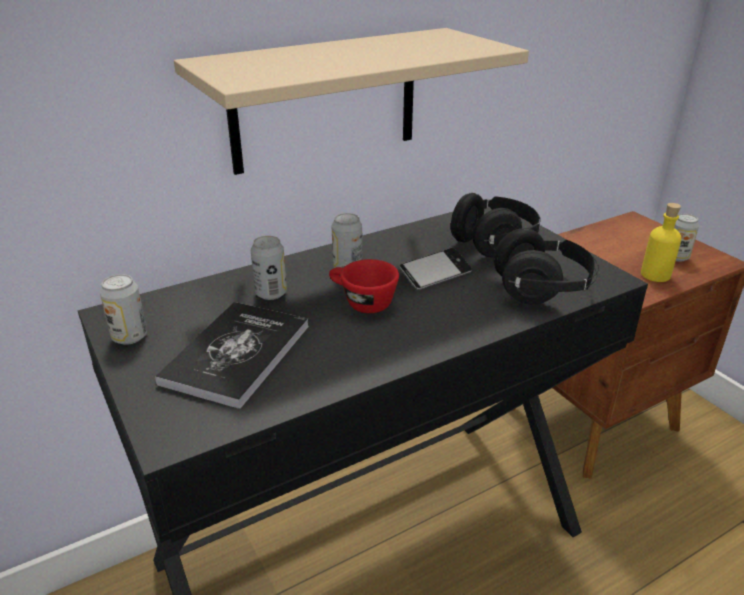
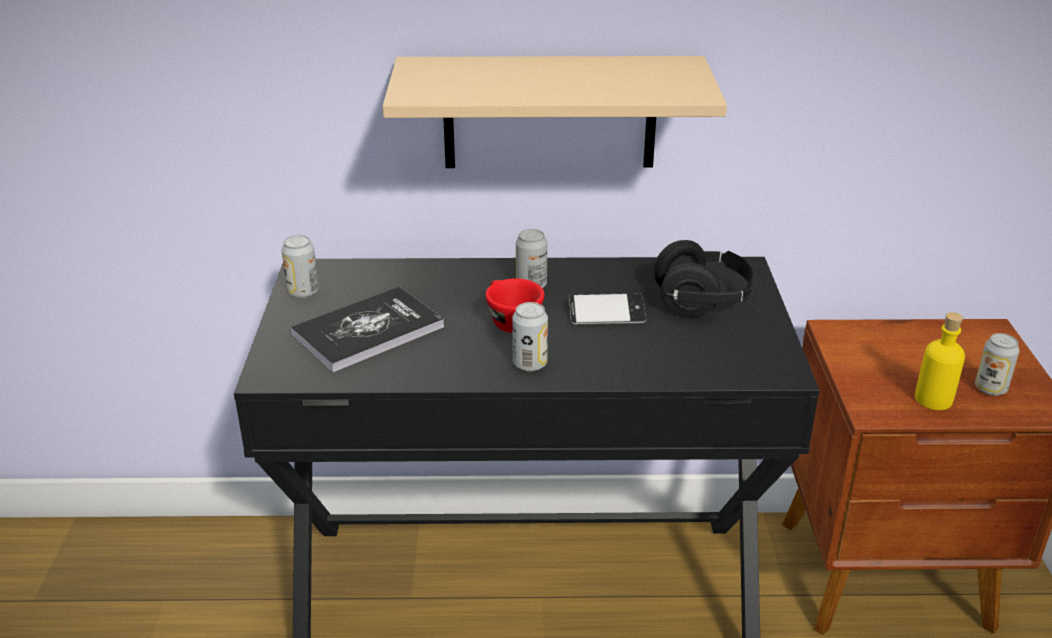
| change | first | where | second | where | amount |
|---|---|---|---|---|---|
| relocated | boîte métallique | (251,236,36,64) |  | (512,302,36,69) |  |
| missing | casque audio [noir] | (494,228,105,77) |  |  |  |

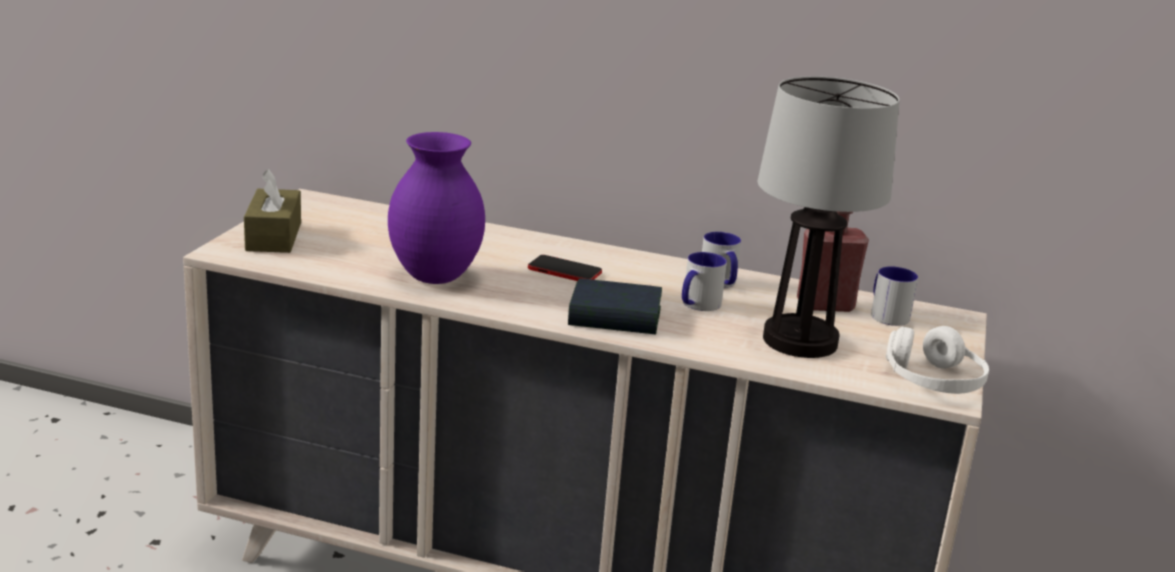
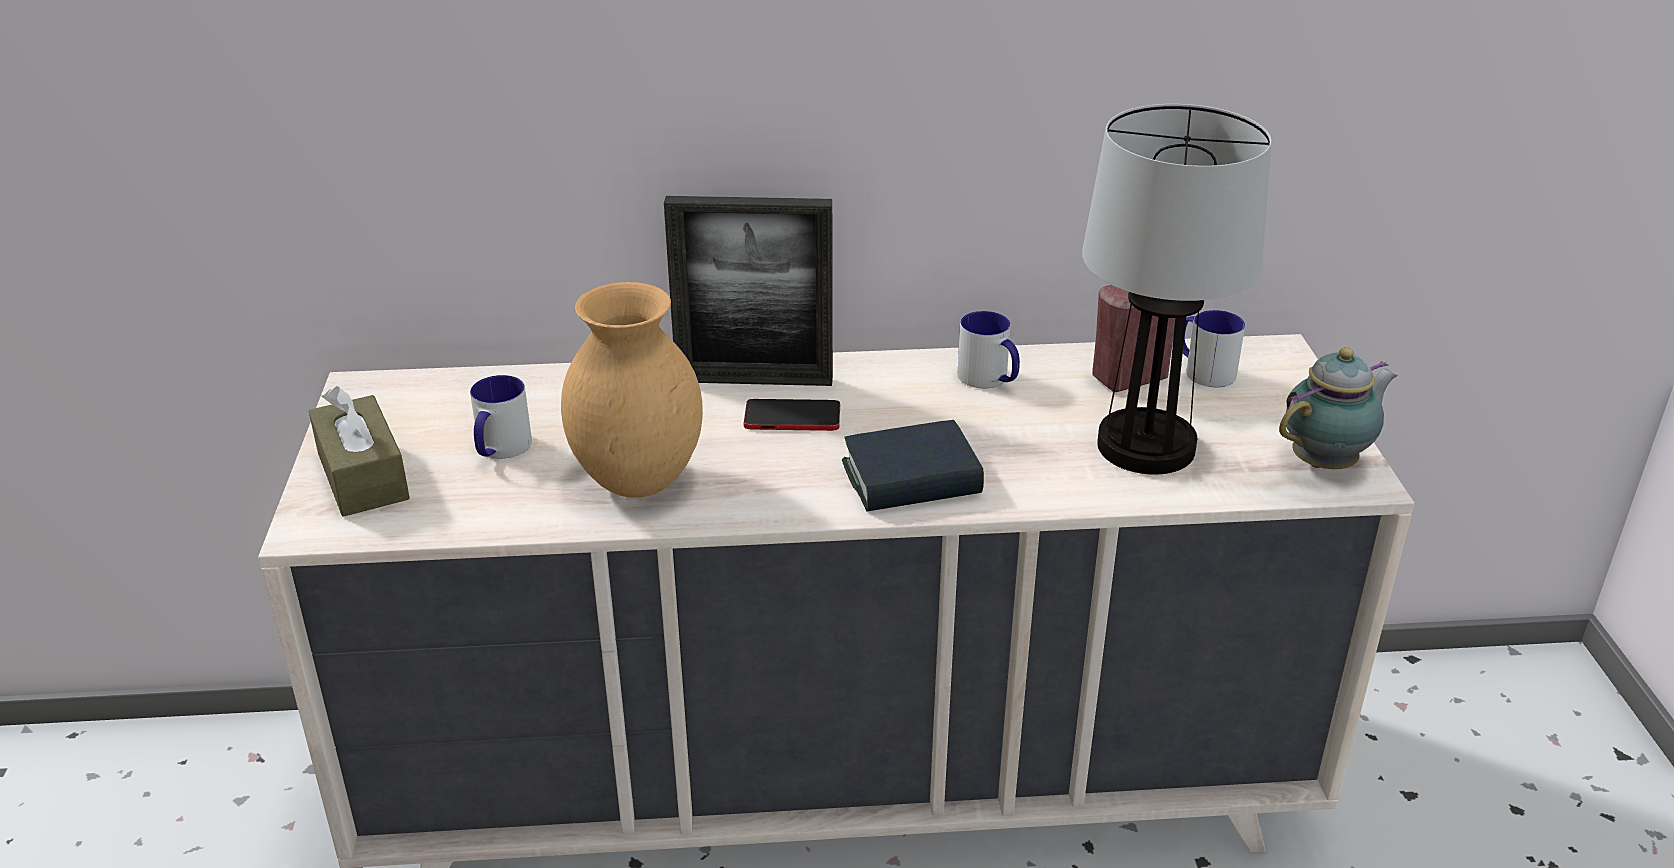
| change | first | where | second | where | amount |
|---|---|---|---|---|---|
| relocated | mug | (682,252,45,59) |  | (470,375,62,84) |  |
| colour | vase [violet] | (388,132,97,152) | vase [marron] | (561,282,142,216) |  |
| appeared |  |  | cadre photo | (664,196,169,190) |  |
| exchanged | casque audio [blanc] | (886,326,103,68) | théière | (1279,347,119,122) |  |

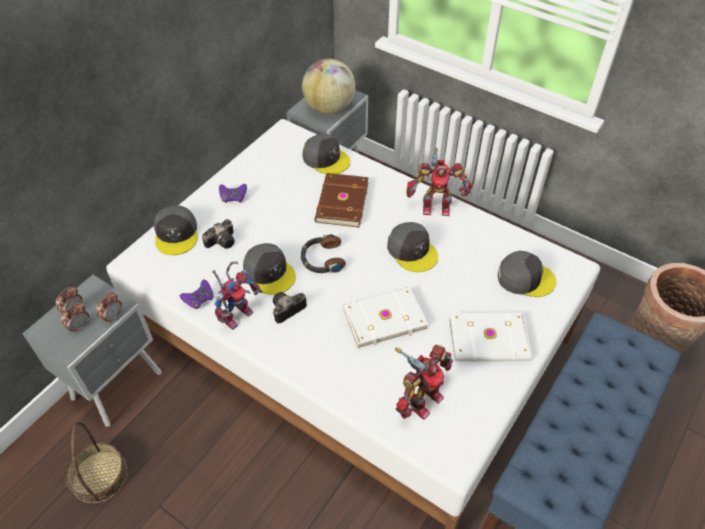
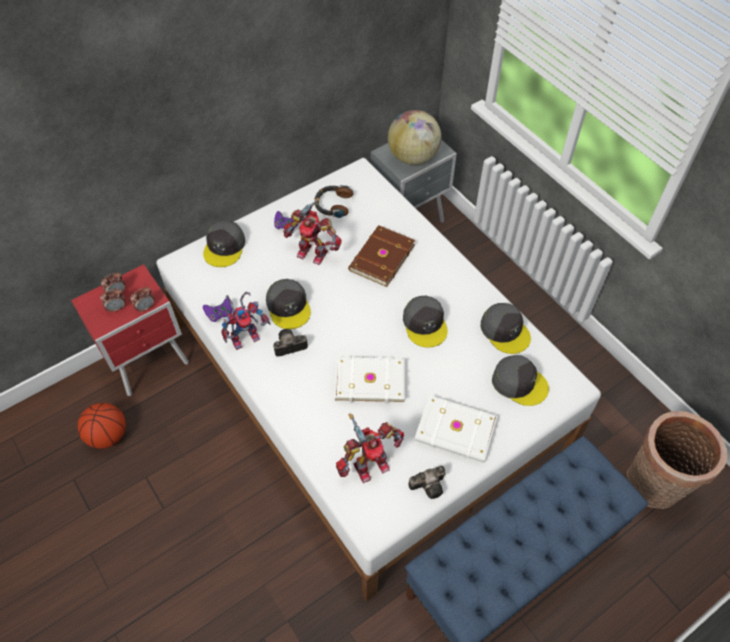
| change | first | where | second | where | amount |
|---|---|---|---|---|---|
| colour | table de chevet [gris] | (22,275,140,152) | table de chevet [rouge] | (71,264,118,132) |  |
| exchanged | panier | (65,422,63,82) | ballon de basket | (78,403,48,46) |  |
| relocated | robot jouet | (406,147,67,69) |  | (284,198,57,67) |  |
| relocated | casque audio | (301,234,45,39) |  | (315,185,38,33) |  |
| relocated | appareil photo | (202,219,33,30) |  | (408,466,38,33) |  |
| relocated | casquette [gris] | (303,134,47,40) |  | (481,303,50,51) |  |

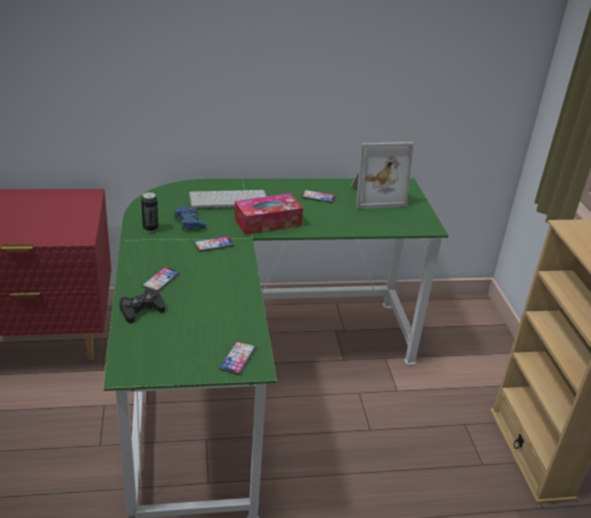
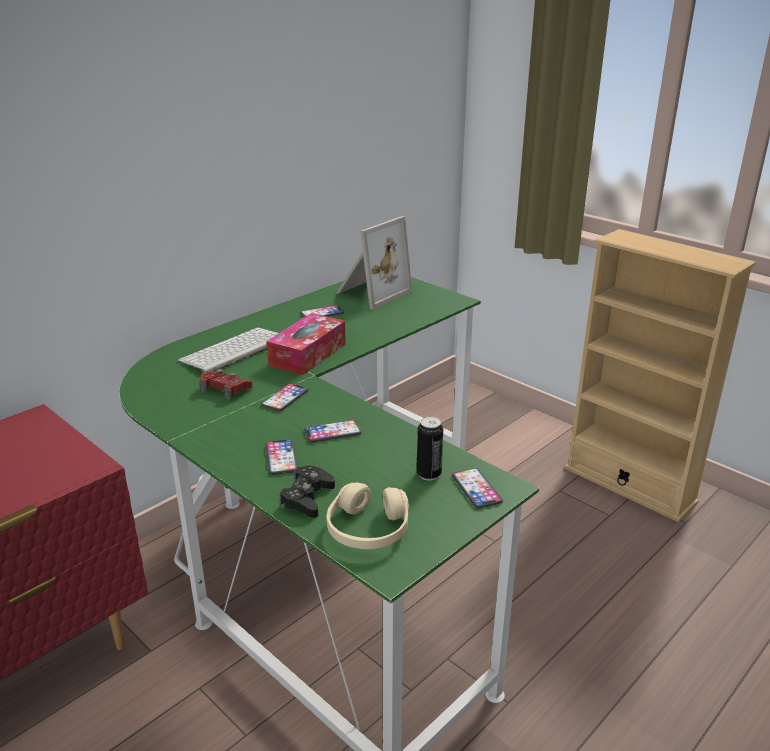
| change | first | where | second | where | amount |
|---|---|---|---|---|---|
| colour | manette [bleu] | (175,206,31,25) | manette [rouge] | (199,369,54,31) |  |
| appeared |  |  | téléphone | (304,420,57,22) |  |
| appeared |  |  | casque audio [beige] | (326,482,83,67) |  |
| relocated | boîte métallique | (141,192,17,40) |  | (417,417,26,64) |  |

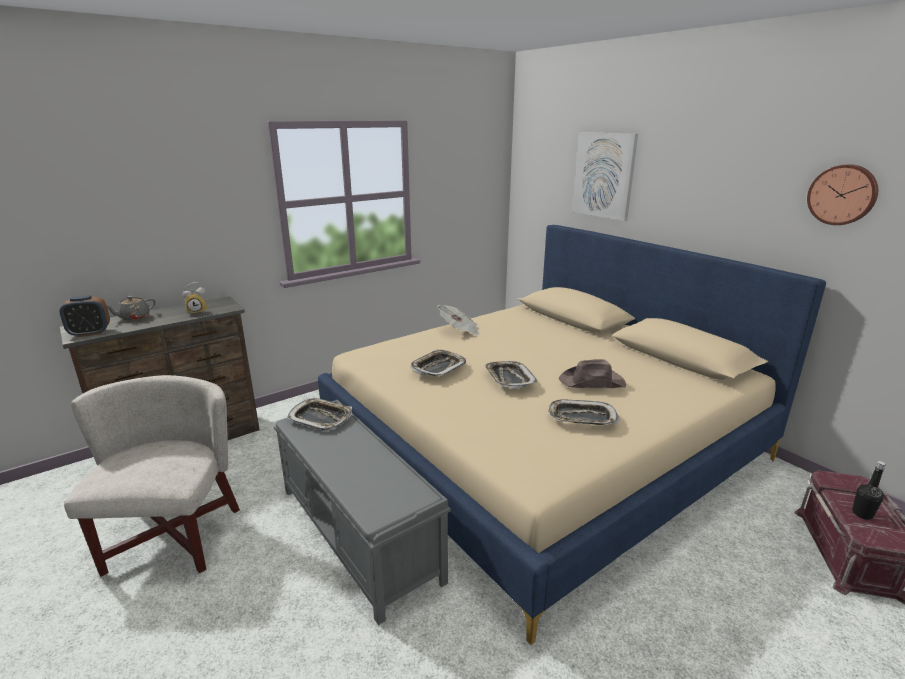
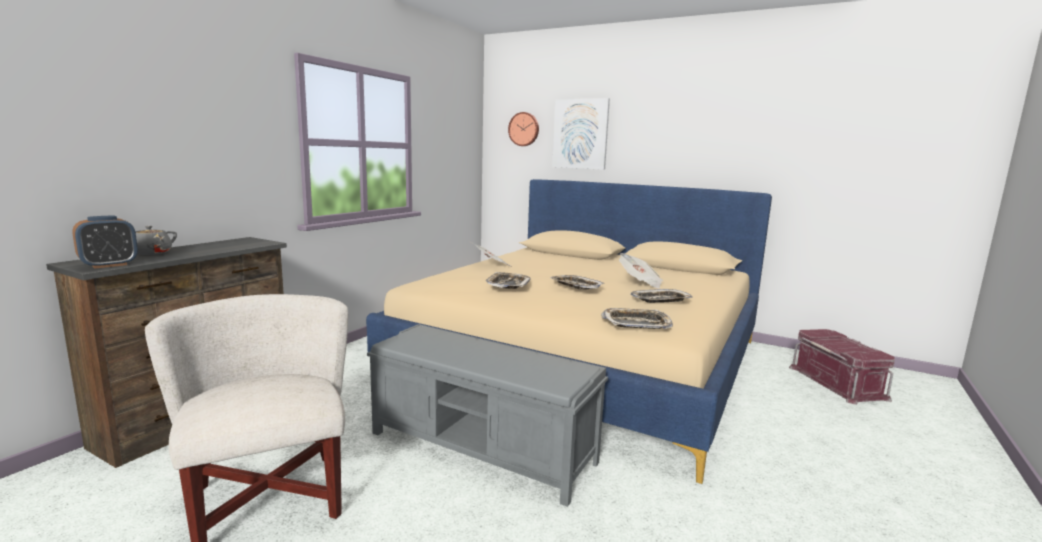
| change | first | where | second | where | amount |
|---|---|---|---|---|---|
| relocated | horloge murale | (807,164,71,61) |  | (508,112,31,34) |  |
| relocated | plateau | (287,398,65,33) |  | (601,308,72,21) |  |
| exchanged | chapeau [marron] | (559,359,67,29) | journal | (619,253,44,36) |  |
| missing | réveil | (183,282,24,33) |  |  |  |
| missing | bouteille [noir] | (852,461,34,59) |  |  |  |

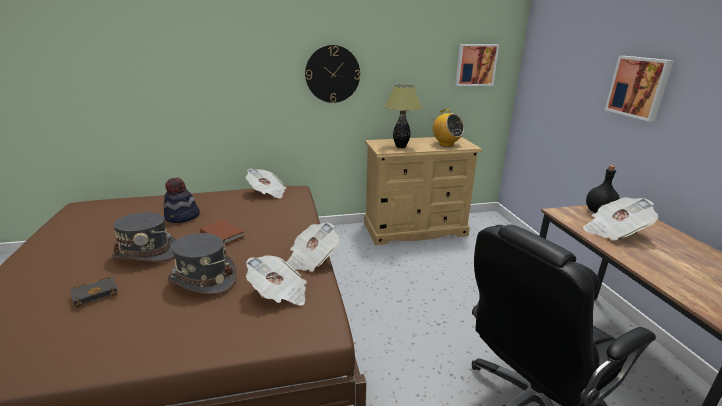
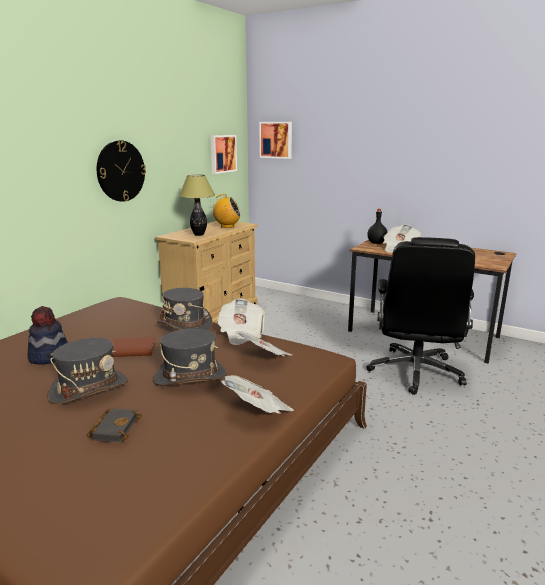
| change | first | where | second | where | amount |
|---|---|---|---|---|---|
| appeared |  |  | chapeau [gris] | (157,288,55,43) |  |
| relocated | journal | (246,169,40,29) |  | (221,375,73,39) |  |
| relocated | tableau | (605,56,69,66) |  | (259,122,33,37) |  |

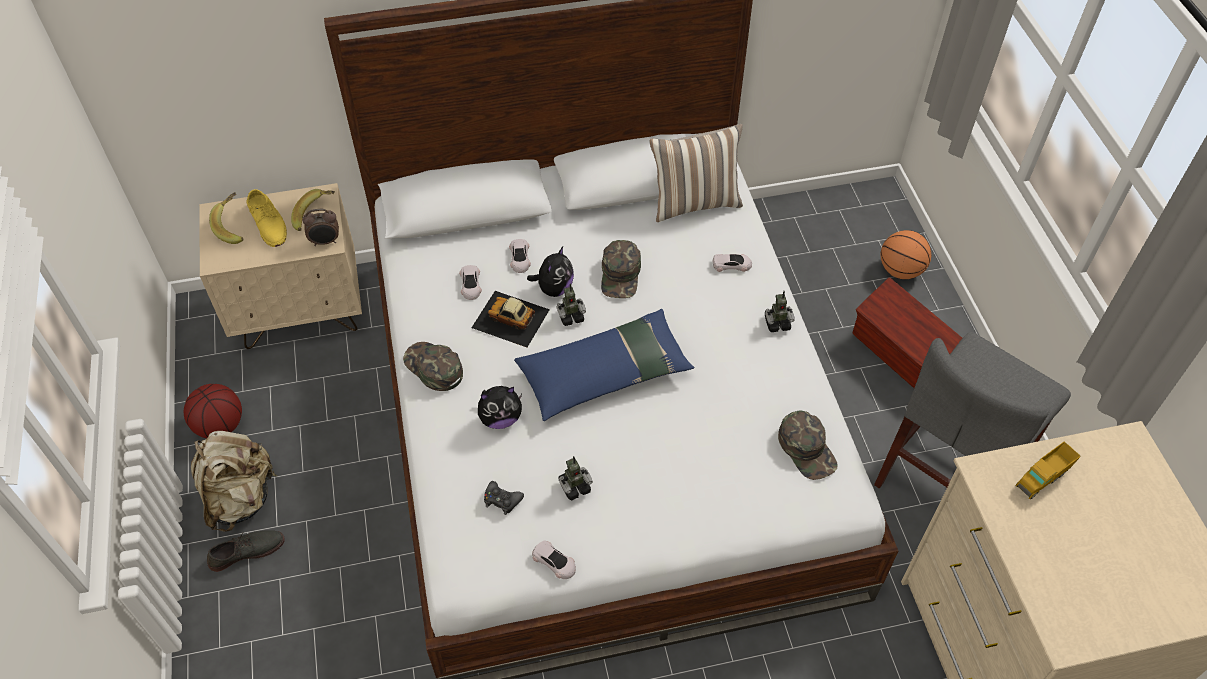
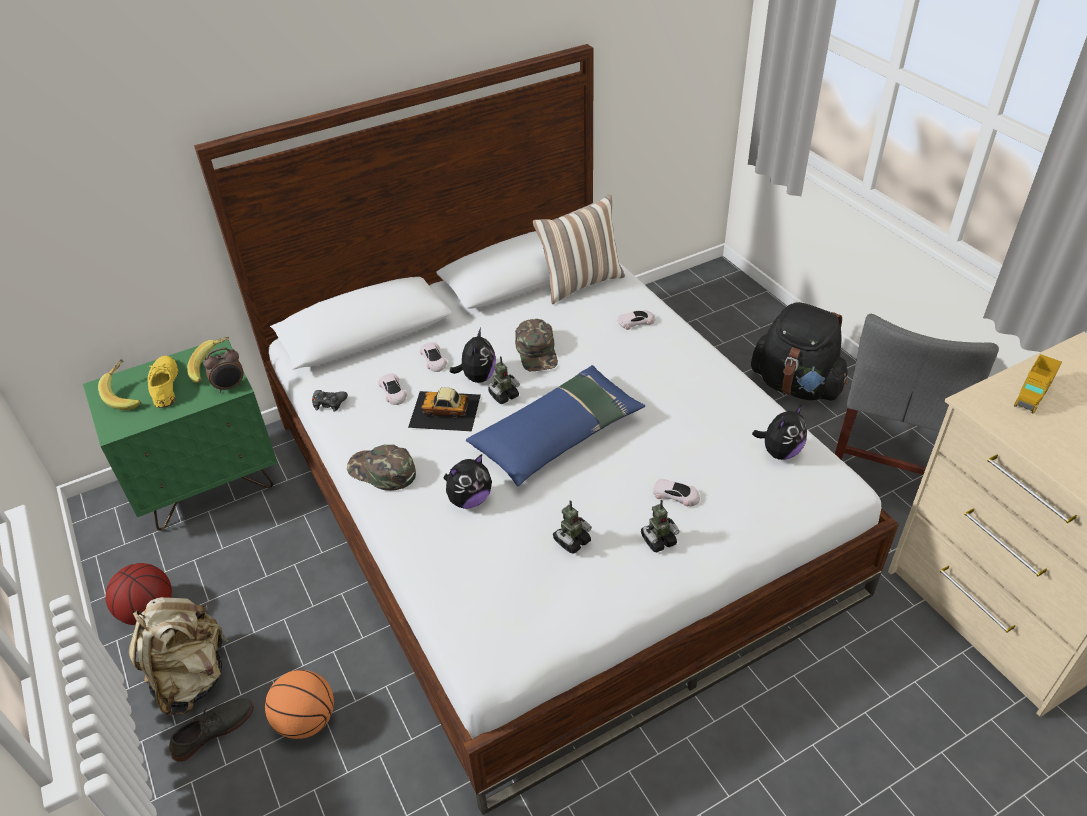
| change | first | where | second | where | amount |
|---|---|---|---|---|---|
| colour | table de chevet [beige] | (199,183,163,166) | table de chevet [vert] | (83,336,195,195) |  |
| spun | chaussure [jaune] | (246,189,41,58) |  | (148,356,30,52) | 150 degrees counterclockwise |
| relocated | ballon de basket | (881,230,50,49) |  | (265,670,69,69) |  |
| relocated | manette [noir] | (484,481,40,34) |  | (312,390,36,22) |  |
| relocated | robot jouet | (765,291,30,41) |  | (641,500,39,52) |  |
| relocated | petite voiture [blanc] | (532,540,44,39) |  | (653,479,47,28) |  |
| exchanged | boîte de rangement [marron] | (852,277,110,111) | sac à dos [noir] | (751,302,97,98) |  |
| exchanged | casquette [vert] | (778,411,60,69) | peluche | (752,404,55,56) |  |

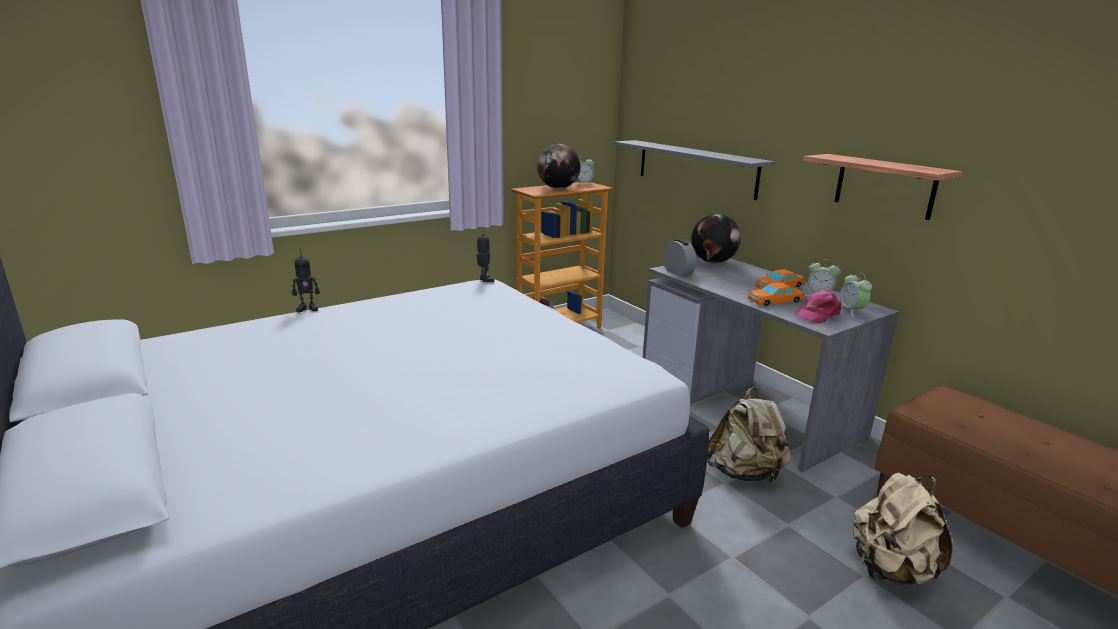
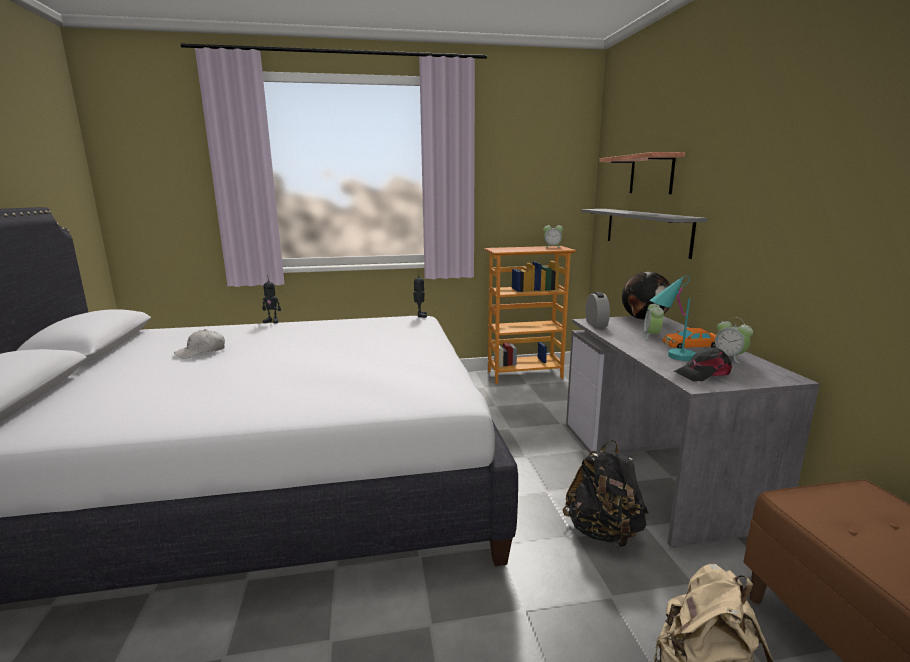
| change | first | where | second | where | amount |
|---|---|---|---|---|---|
| appeared |  |  | casquette [blanc] | (174,329,51,30) |  |
| colour | sac à dos [beige] | (707,387,84,96) | sac à dos [noir] | (562,440,87,108) |  |
| relocated | étagère | (803,154,159,66) |  | (599,152,86,42) |  |
| relocated | réveil | (840,272,32,45) |  | (643,303,21,36) |  |
| exchanged | petite voiture [orange] | (748,282,57,24) | lampe de table [turquoise] | (650,276,46,85) |  |
| colour | casquette [rose] | (795,290,46,33) | casquette [noir] | (673,347,59,35) |  |
| missing | globe | (537,144,43,45) |  |  |  |

